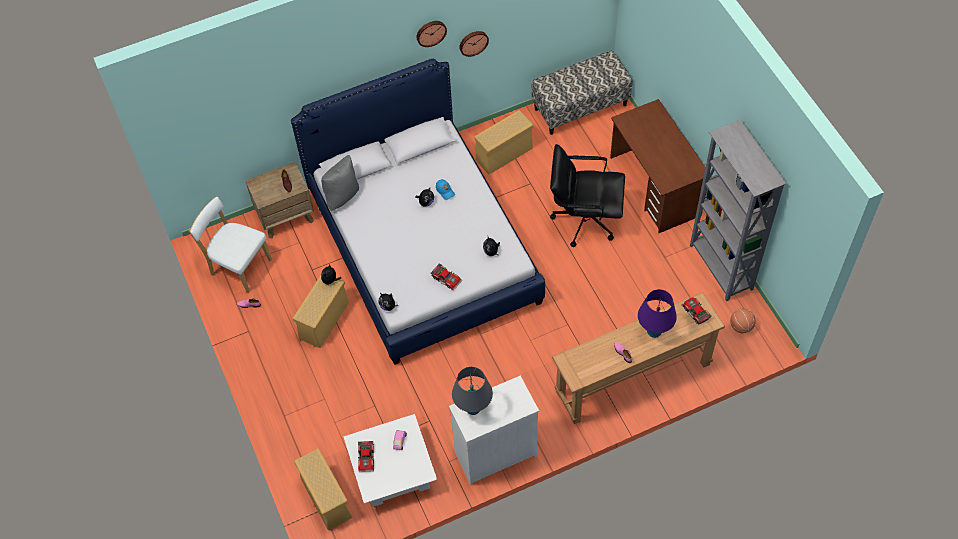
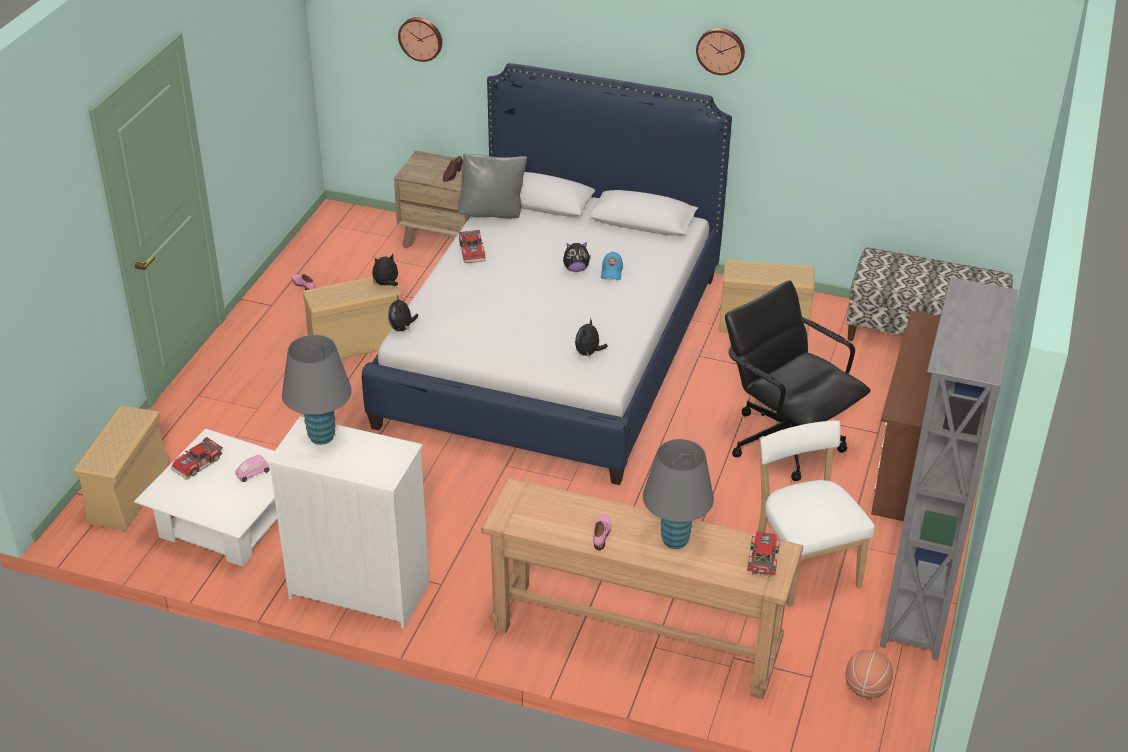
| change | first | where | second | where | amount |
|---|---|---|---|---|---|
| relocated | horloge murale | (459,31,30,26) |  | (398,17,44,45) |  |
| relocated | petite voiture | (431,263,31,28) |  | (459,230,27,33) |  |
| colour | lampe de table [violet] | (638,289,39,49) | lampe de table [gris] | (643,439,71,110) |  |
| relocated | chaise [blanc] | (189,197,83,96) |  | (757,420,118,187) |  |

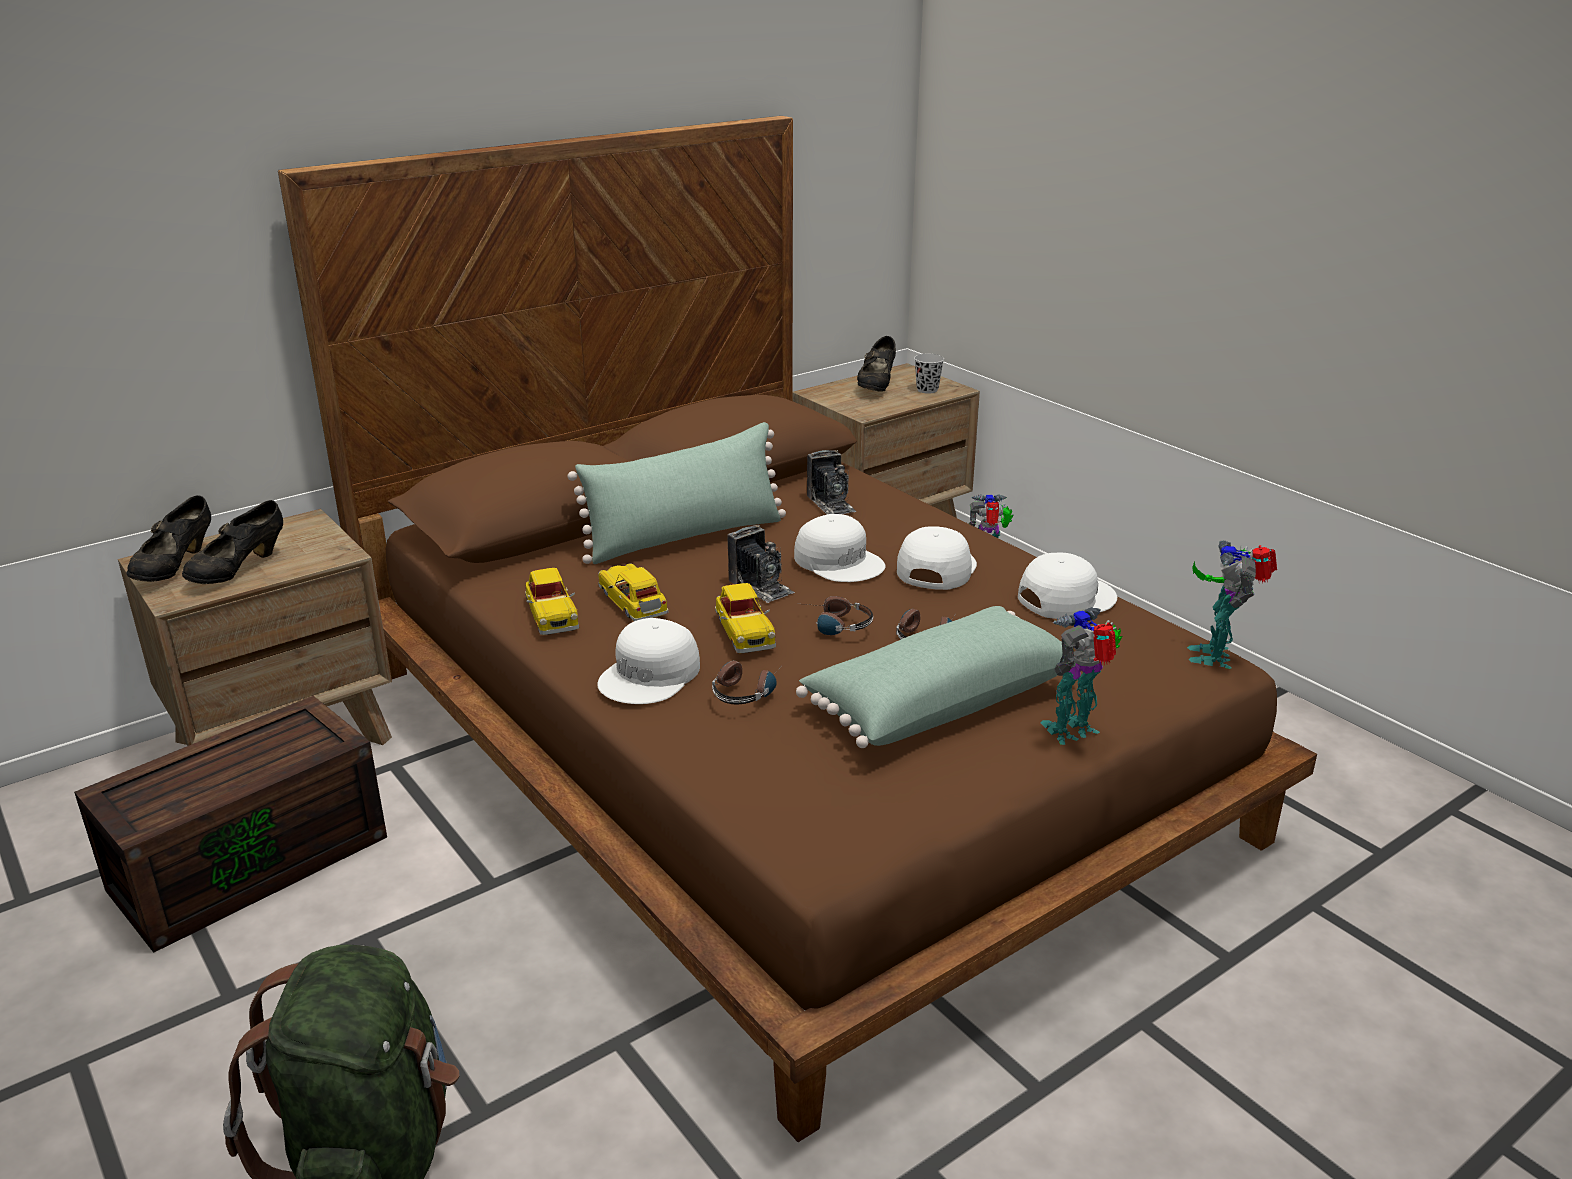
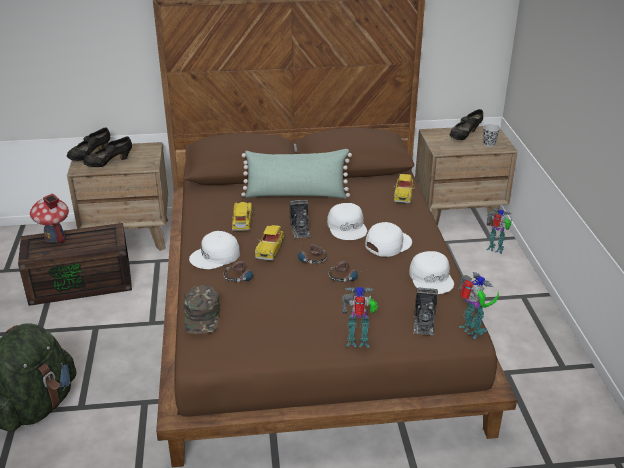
| change | first | where | second | where | amount |
|---|---|---|---|---|---|
| appeared |  |  | maison miniature | (30,193,39,51) |  |
| appeared |  |  | casquette [vert] | (184,286,36,48) |  |
| relocated | petite voiture | (525,568,54,67) |  | (394,174,20,29) |  |
| spun | casquette [blanc] | (1018,553,99,66) |  | (409,251,45,43) | 75 degrees clockwise |
| relocated | appareil photo | (807,450,50,64) |  | (413,287,25,48) |  |
| spun | robot jouet | (1187,540,90,129) |  | (458,272,41,67) | 105 degrees clockwise |
| missing | coussin [vert] | (796,606,268,142) |  |  |  |

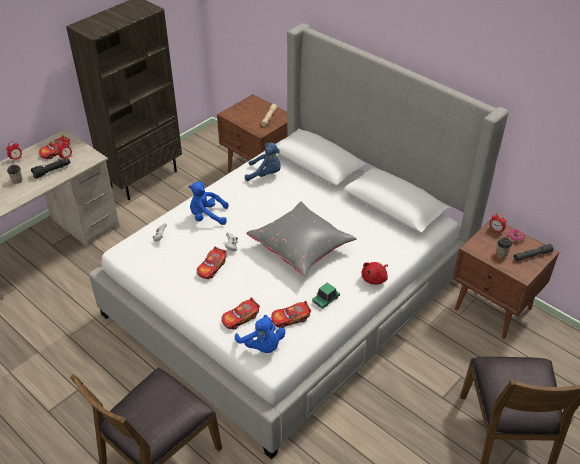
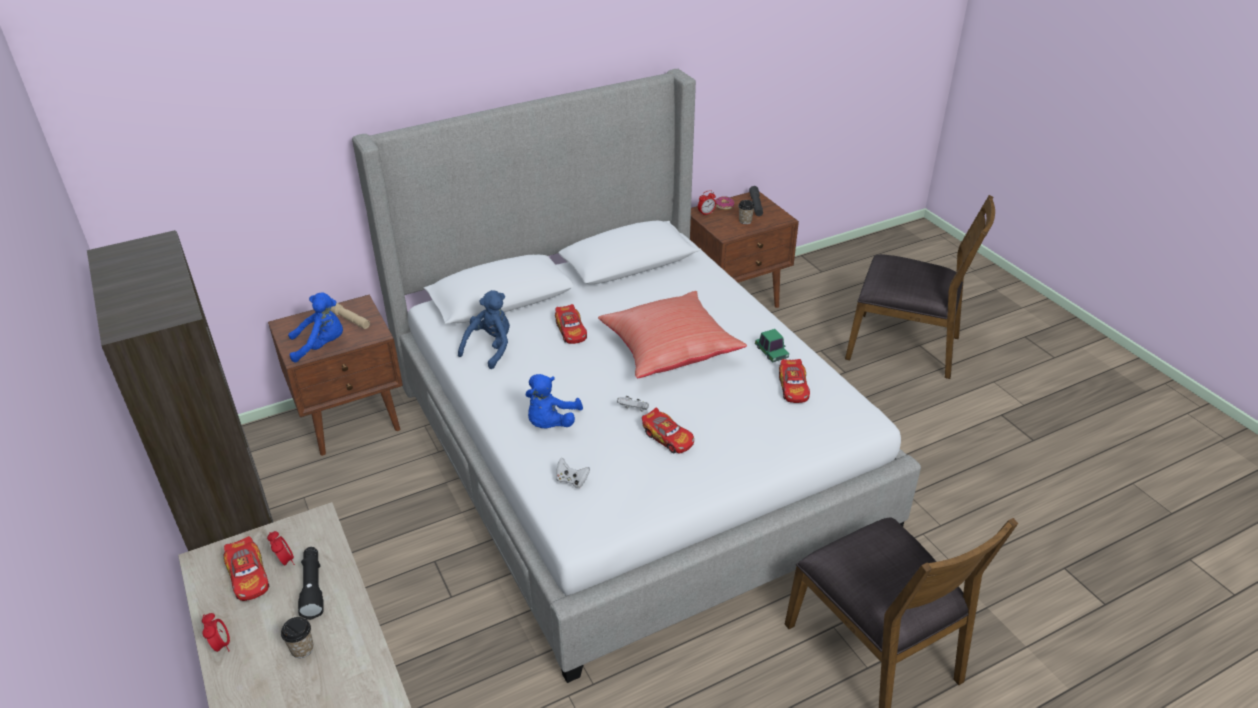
| change | first | where | second | where | amount |
|---|---|---|---|---|---|
| relocated | peluche [bleu] | (235,315,50,38) |  | (288,292,55,70) |  |
| relocated | petite voiture | (221,297,39,33) |  | (555,304,32,40) |  |
| colour | coussin [gris] | (246,201,111,76) | coussin [rouge] | (598,291,149,87) |  |
| missing | peluche [rouge] | (361,262,27,23) |  |  |  |

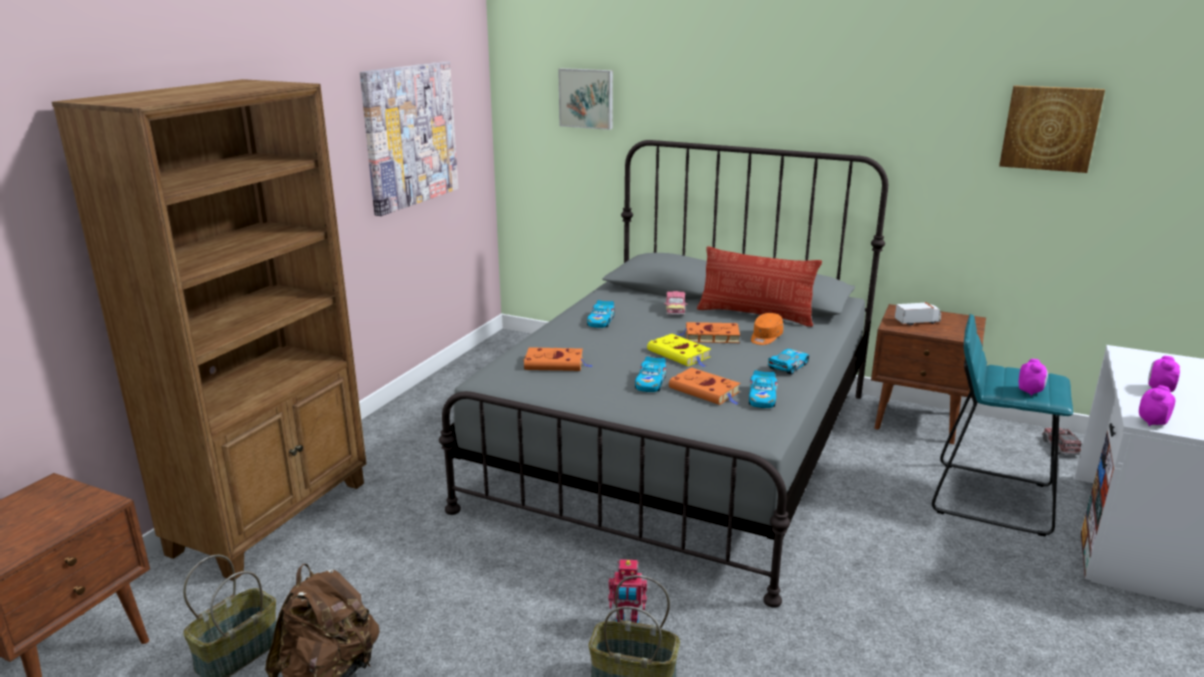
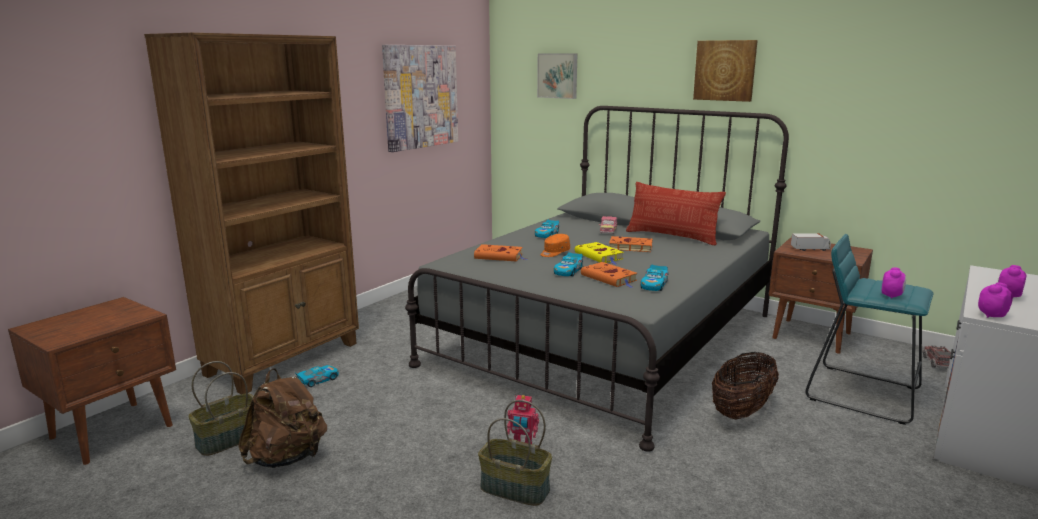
| change | first | where | second | where | amount |
|---|---|---|---|---|---|
| relocated | petite voiture | (768,349,41,26) |  | (296,365,43,22) |  |
| relocated | casquette [orange] | (751,313,32,32) |  | (541,234,29,23) |  |
| relocated | tableau | (999,85,106,88) |  | (693,40,65,62) |  |
| appeared |  |  | panier | (712,352,67,67) |  |

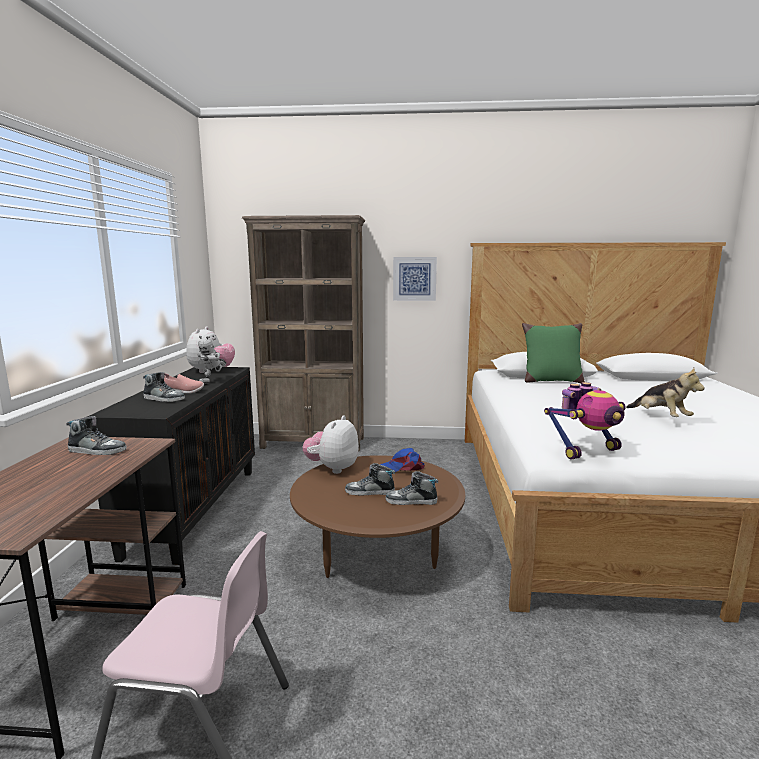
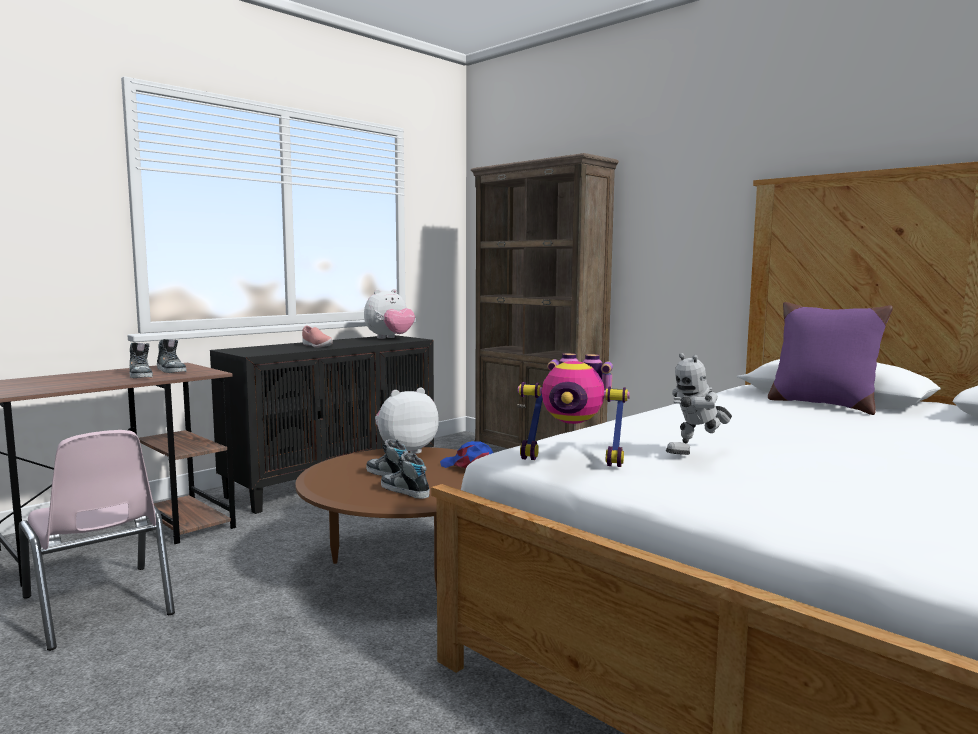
| change | first | where | second | where | amount |
|---|---|---|---|---|---|
| relocated | chaussure | (143,372,42,30) |  | (129,342,24,36) |  |
| relocated | robot jouet | (198,336,28,48) |  | (666,353,66,102) |  |
| colour | coussin [vert] | (522,323,63,60) | coussin [violet] | (768,302,125,113) |  |
| missing | tableau | (393,257,44,44) |  |  |  |
| missing | peluche | (626,368,79,49) |  |  |  |

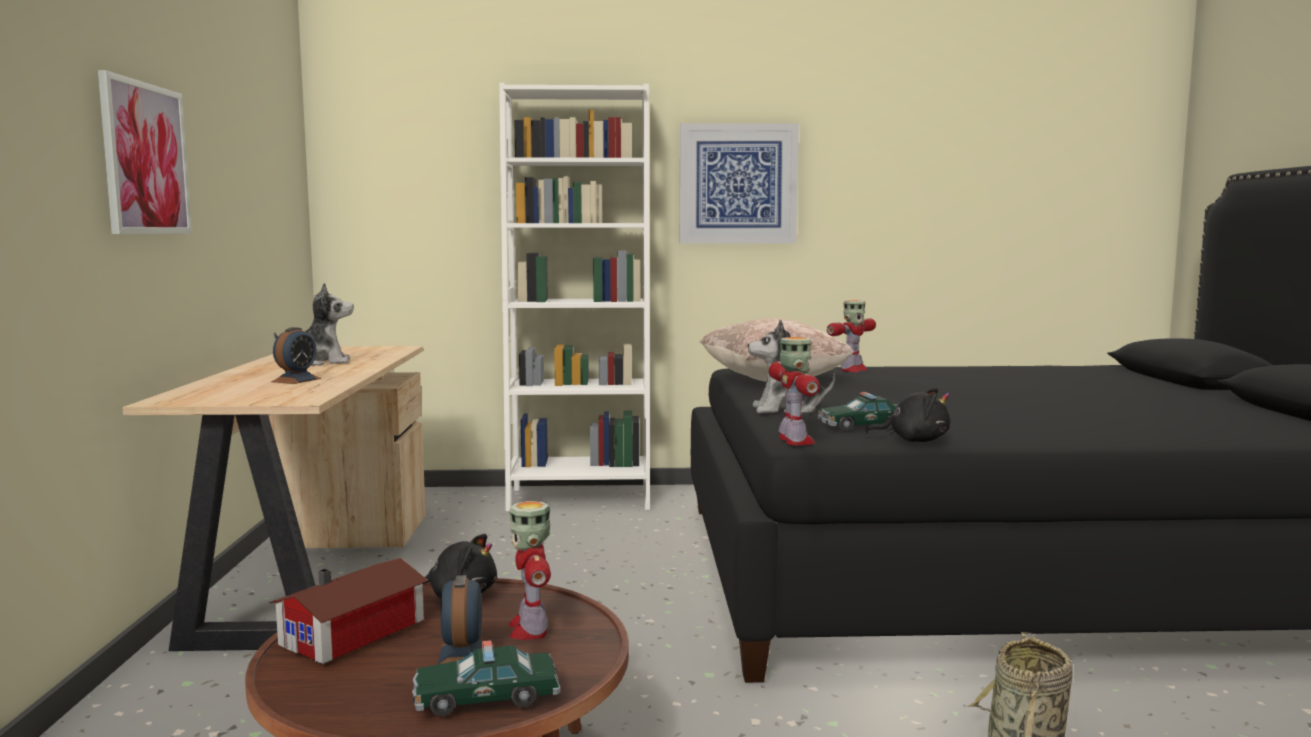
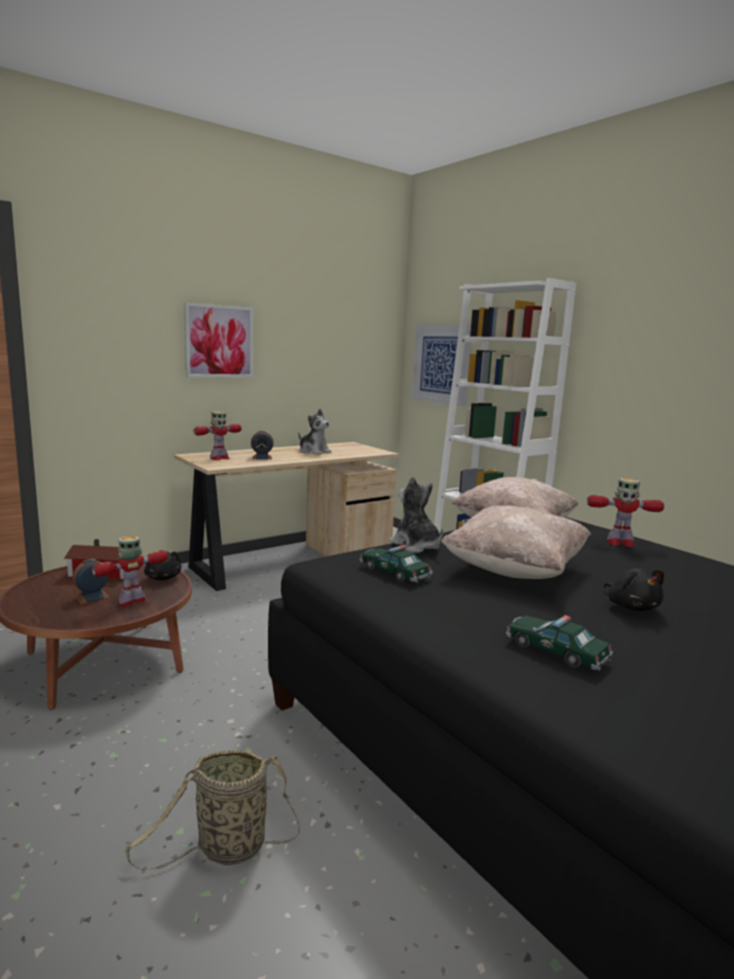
| change | first | where | second | where | amount |
|---|---|---|---|---|---|
| relocated | robot jouet | (769,337,51,108) |  | (193,411,49,49) |  |
| relocated | tableau | (680,123,119,120) |  | (412,325,59,81) |  |
| appeared |  |  | coussin [beige] | (441,505,150,74) |  |
| relocated | petite voiture | (412,640,149,76) |  | (506,615,107,56) |  |
| relocated | peluche [noir] | (865,388,86,54) |  | (604,568,60,43) |  |

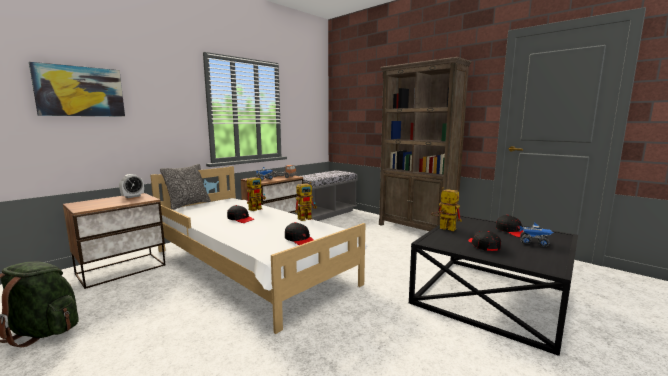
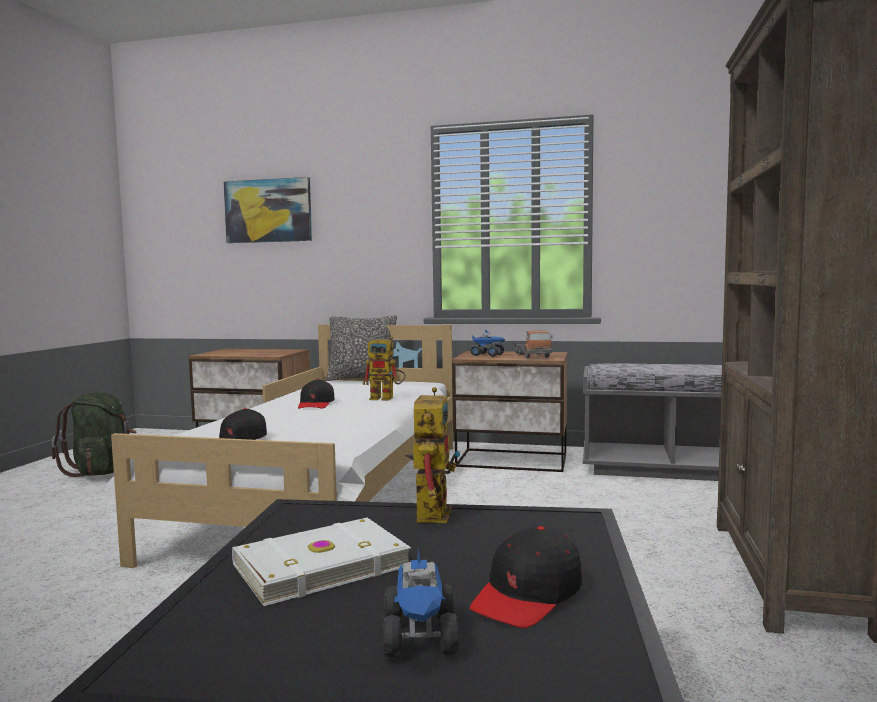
| change | first | where | second | where | amount |
|---|---|---|---|---|---|
| exchanged | casquette [noir] | (468,230,33,21) | livre [blanc] | (232,518,179,88) |  |
| missing | réveil | (119,174,25,24) |  |  |  |
| missing | robot jouet | (295,182,22,39) |  |  |  |

